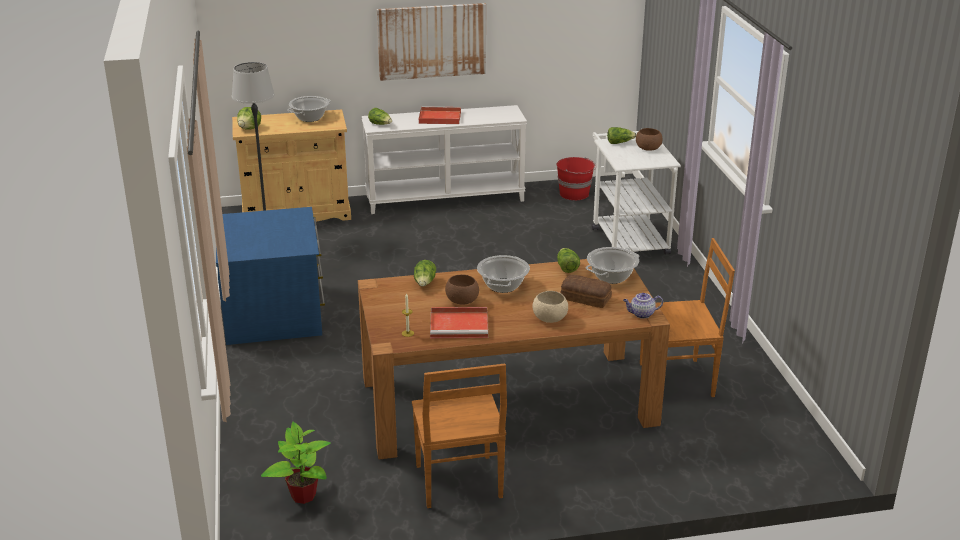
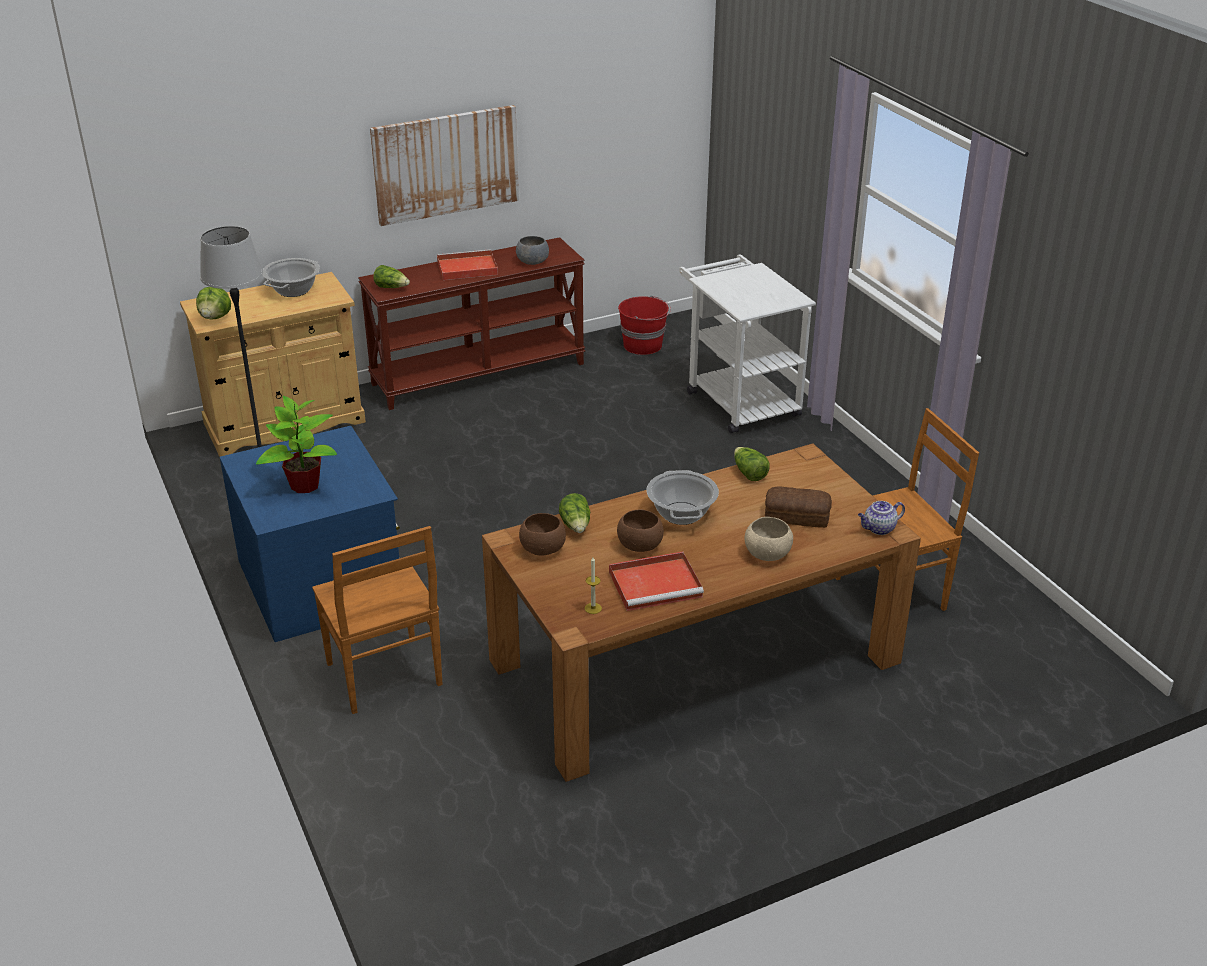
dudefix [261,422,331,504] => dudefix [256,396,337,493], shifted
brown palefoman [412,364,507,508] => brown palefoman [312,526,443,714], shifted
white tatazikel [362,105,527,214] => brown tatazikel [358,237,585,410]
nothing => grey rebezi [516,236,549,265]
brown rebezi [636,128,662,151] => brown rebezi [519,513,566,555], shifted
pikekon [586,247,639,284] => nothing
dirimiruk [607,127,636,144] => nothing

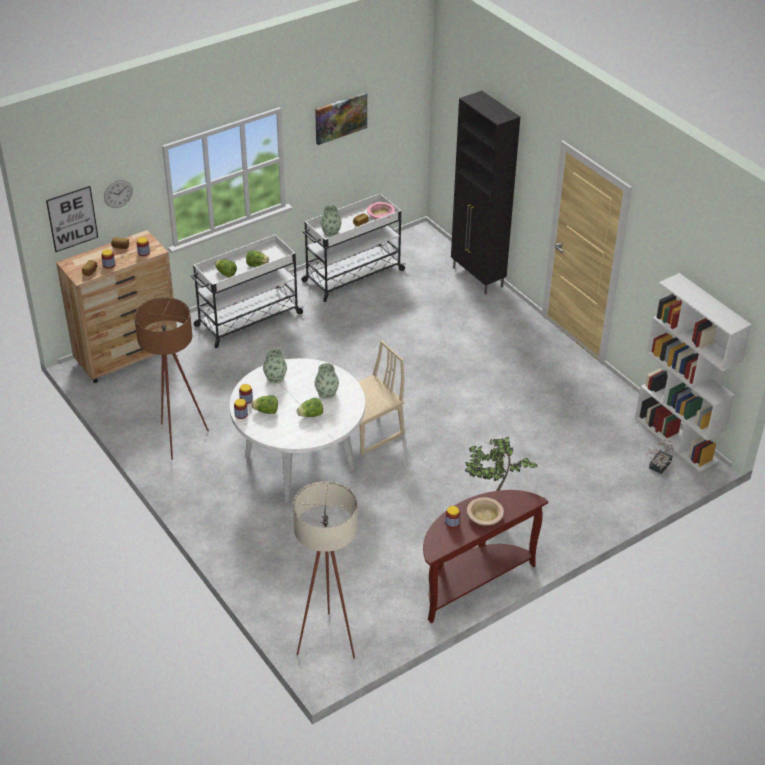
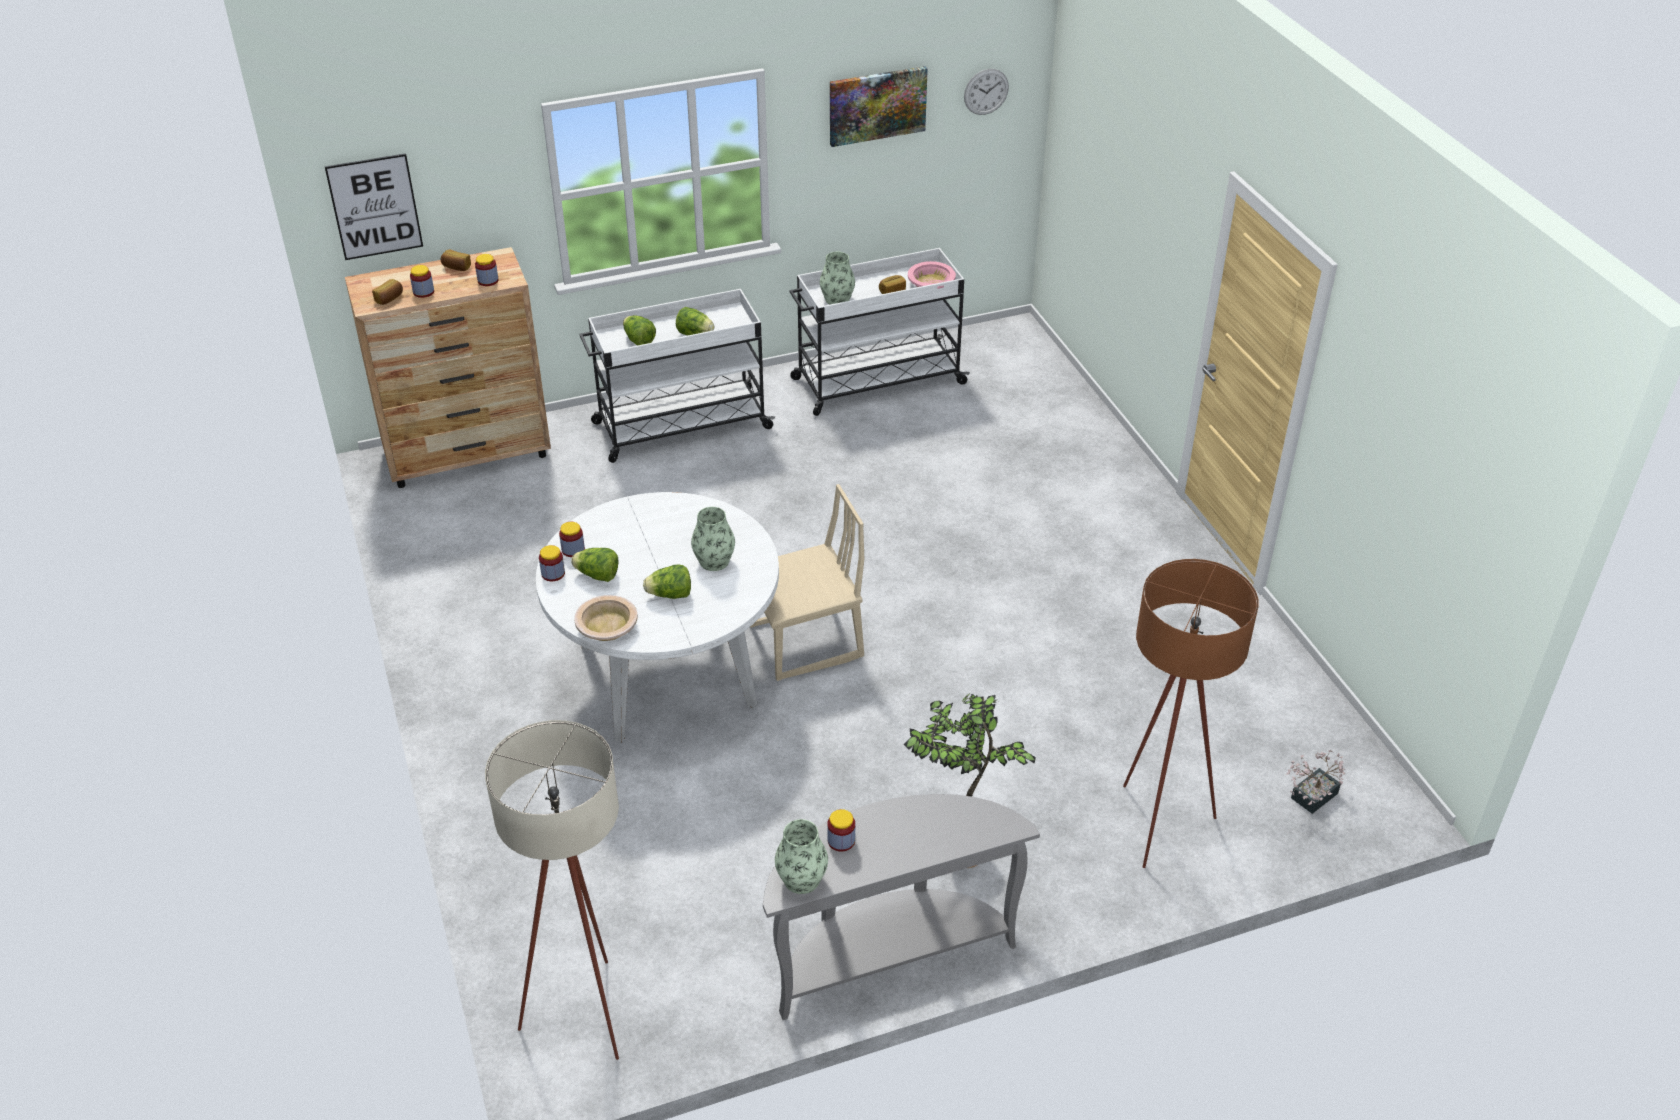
beige rebezi [467,497,504,525] => beige rebezi [574,595,638,641], shifted
brown tatazikel [423,490,548,623] => grey tatazikel [763,794,1040,1020]
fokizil [263,348,287,383] => fokizil [775,819,828,894], shifted
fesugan [104,180,133,208] => fesugan [964,69,1009,115], shifted
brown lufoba [134,297,209,460] => brown lufoba [1123,559,1259,868], shifted
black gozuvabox [451,91,520,295] => nothing
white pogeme [635,273,752,472] => nothing

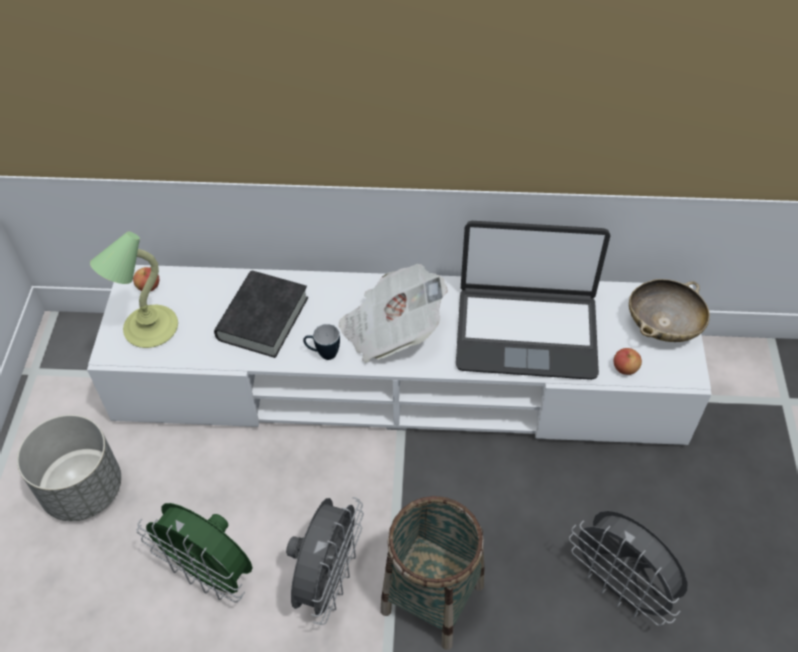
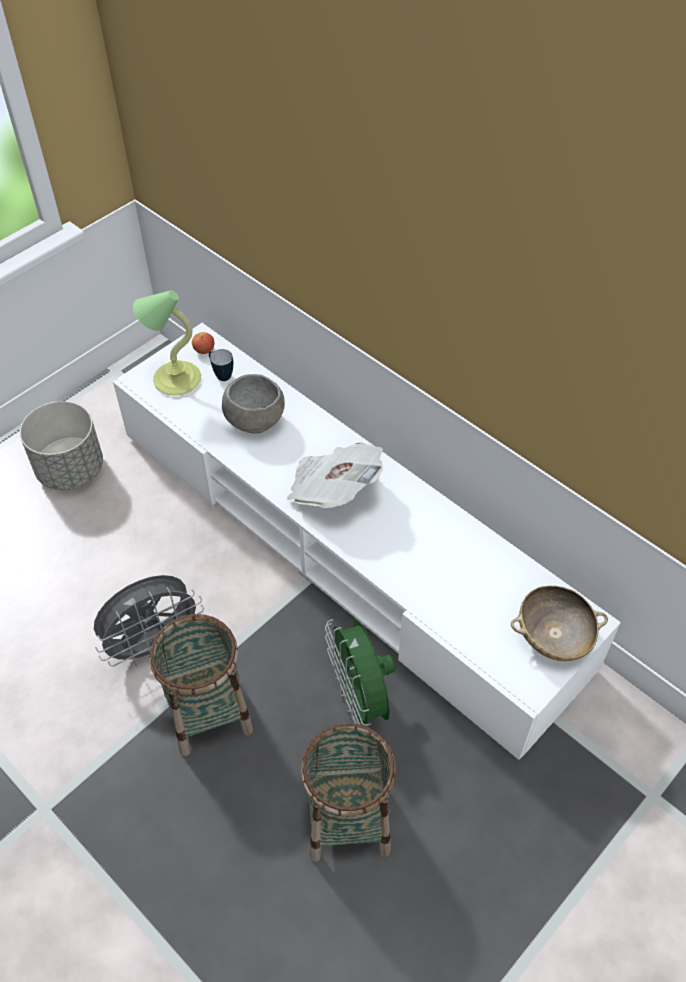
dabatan [303,324,340,360] => dabatan [209,349,233,381], shifted
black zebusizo [214,271,308,358] => grey rebezi [222,374,285,434]
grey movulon [569,510,688,626] => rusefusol [301,723,396,862]
green movulon [137,503,253,603] => green movulon [325,619,396,726], shifted
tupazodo [456,221,610,380] => nothing
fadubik [614,348,642,375] => nothing

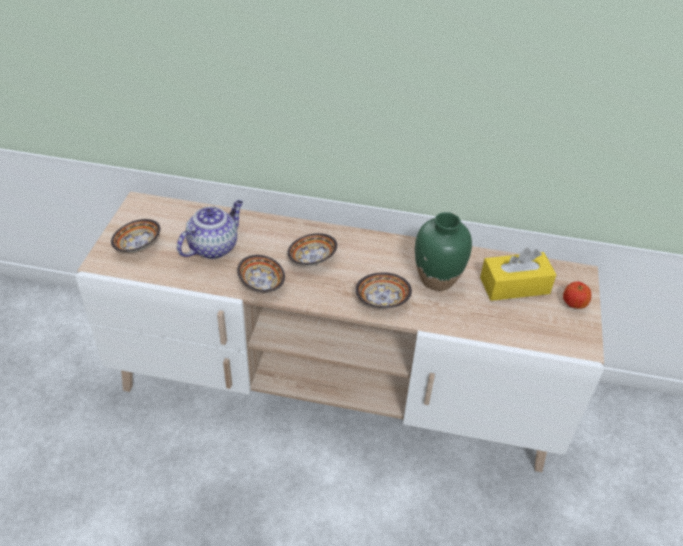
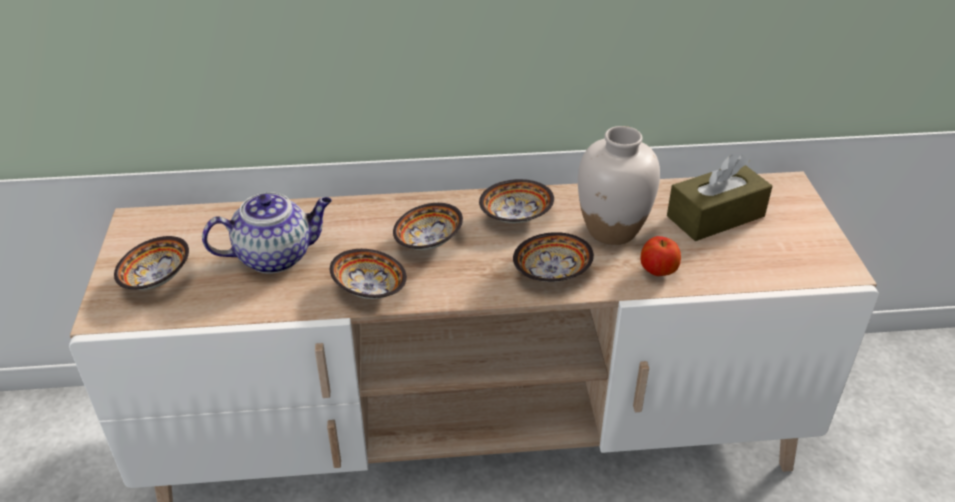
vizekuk [177,200,243,259] => vizekuk [202,192,332,274], 45 degrees clockwise
nothing => rebezi [479,179,554,223]
green fokizil [415,212,472,291] => white fokizil [578,126,660,245]
fadubik [563,281,591,309] => fadubik [640,236,681,276], shifted
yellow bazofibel [480,248,556,301] => brown bazofibel [667,155,772,241]

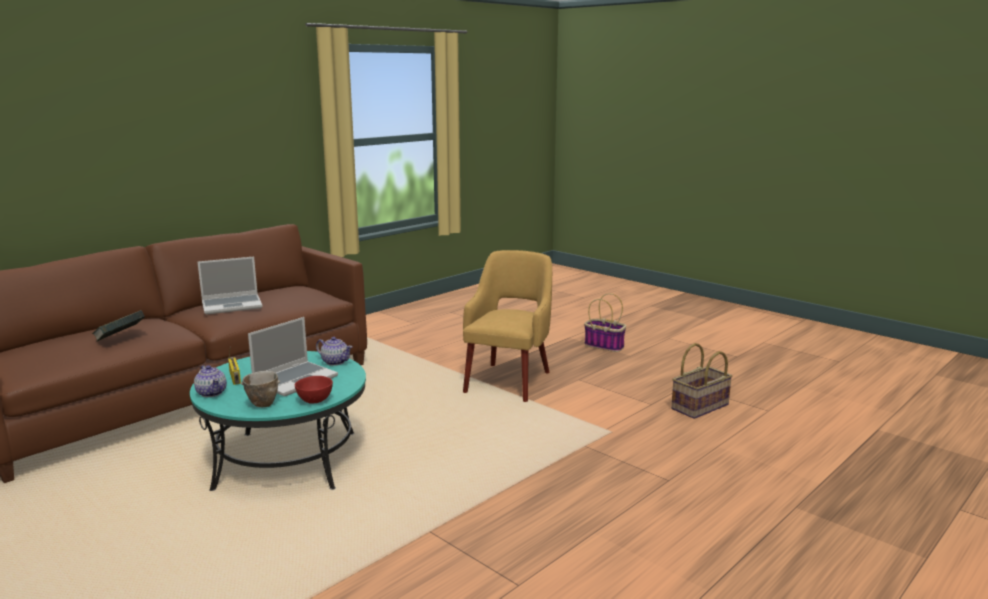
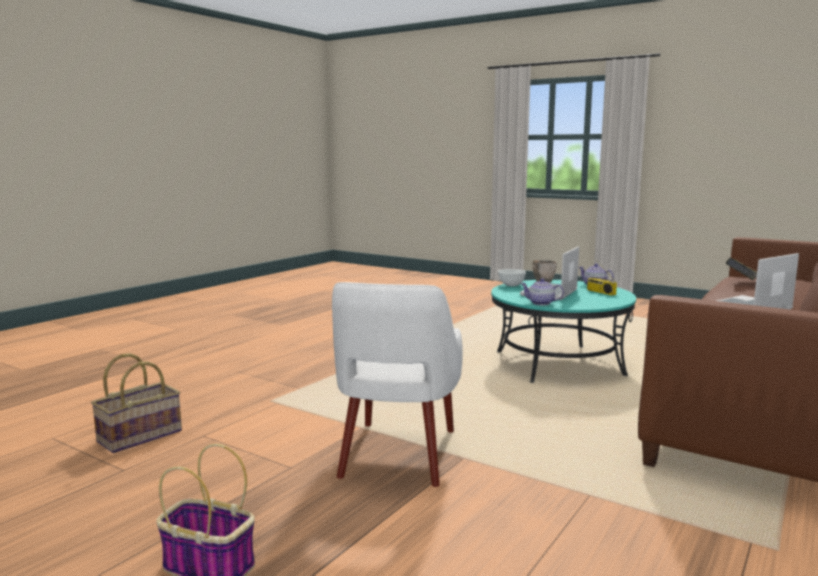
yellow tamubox [463,250,552,402] => white tamubox [332,282,463,487]
red rebezi [295,376,333,404] => white rebezi [498,269,526,286]

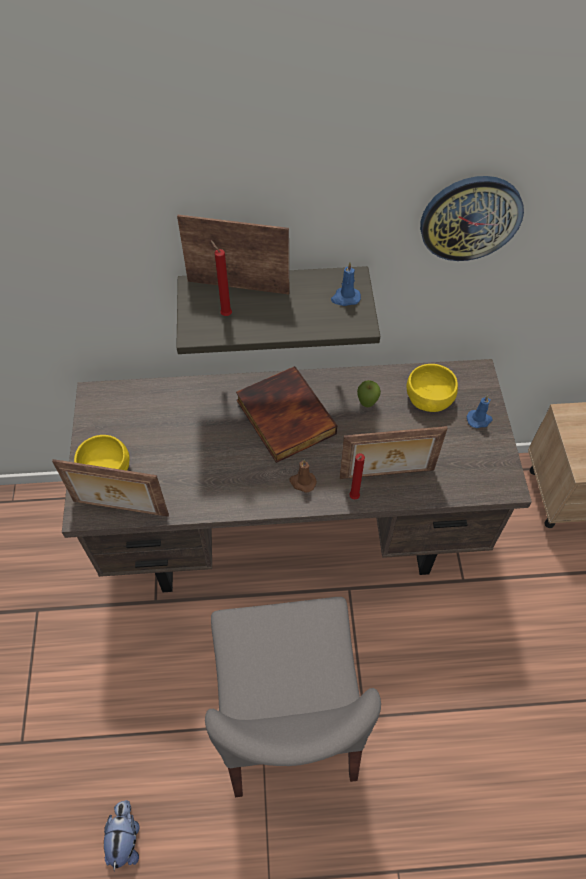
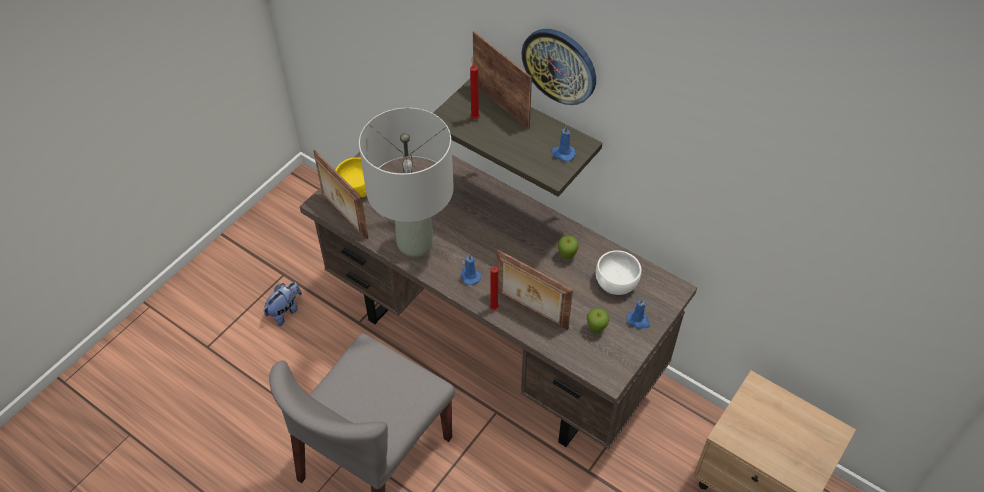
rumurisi [104,800,139,871] => rumurisi [263,282,302,326], shifted
nothing => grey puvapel [359,108,454,257]
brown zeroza [289,459,317,493] => blue zeroza [460,254,481,285]
fesugan [420,176,524,261] => fesugan [521,29,596,105], shifted
nothing => fadubik [587,308,609,333]
yellow rebezi [407,364,458,412] => white rebezi [596,250,642,295]
zebusizo [236,366,337,463] => nothing

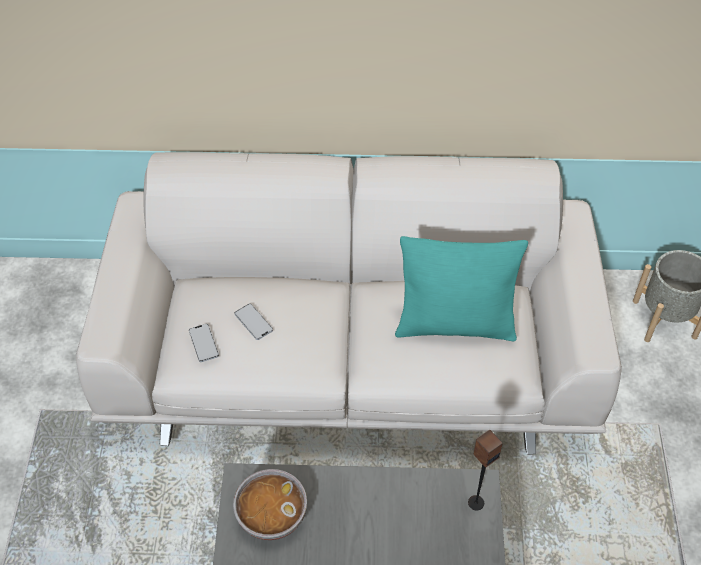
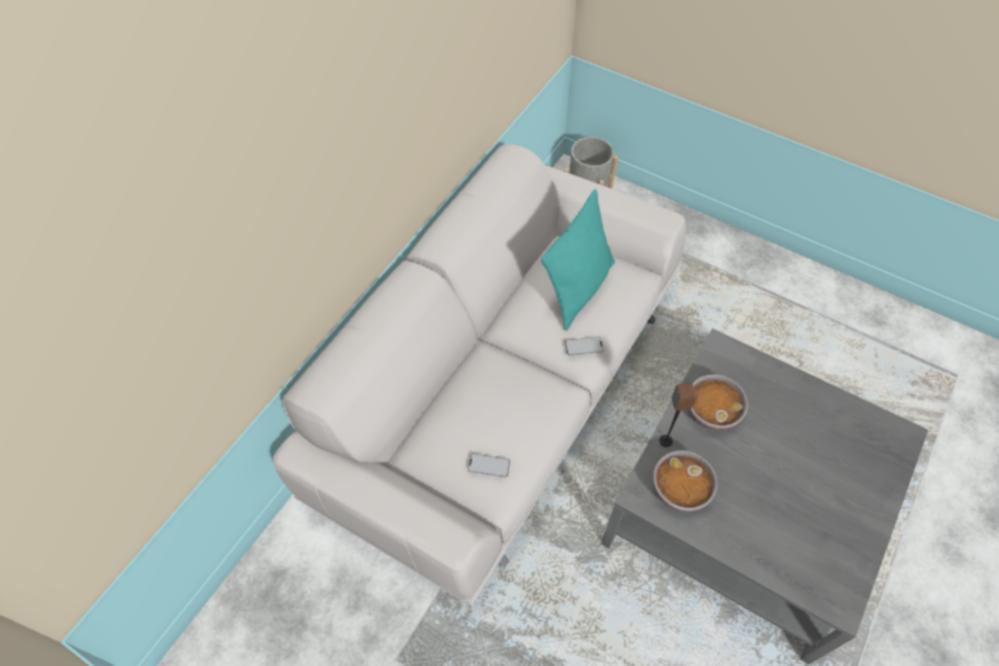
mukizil [235,304,273,340] => mukizil [565,336,604,356], shifted
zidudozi [468,429,503,510] => zidudozi [659,383,696,447], shifted
nothing => rebezi [689,374,748,430]

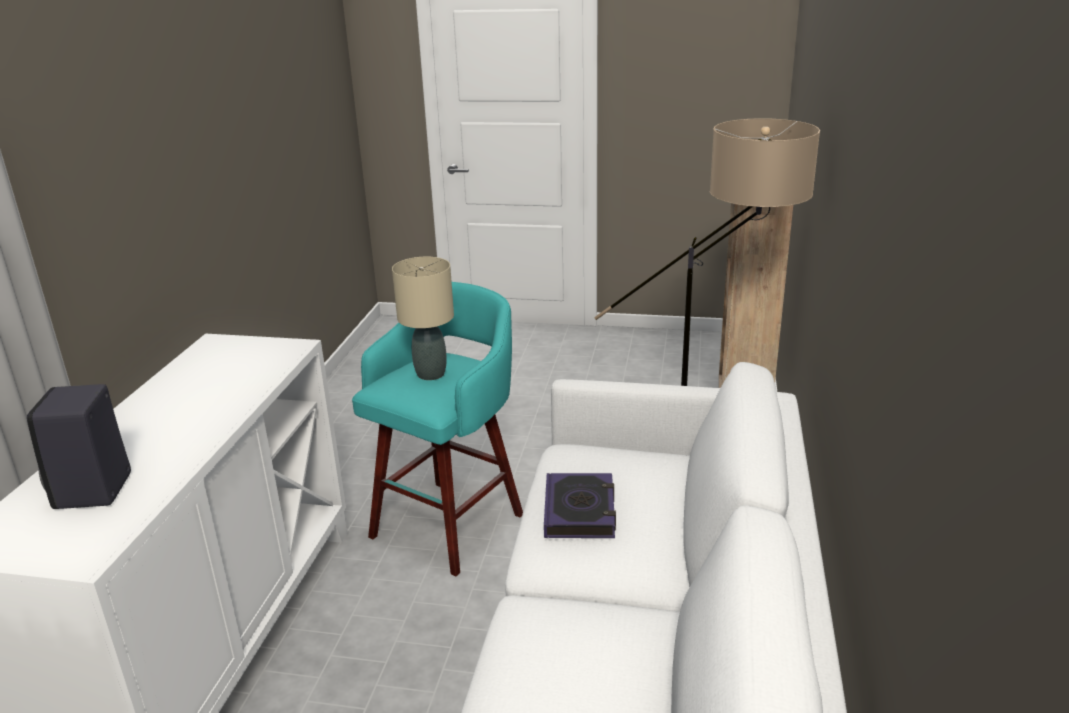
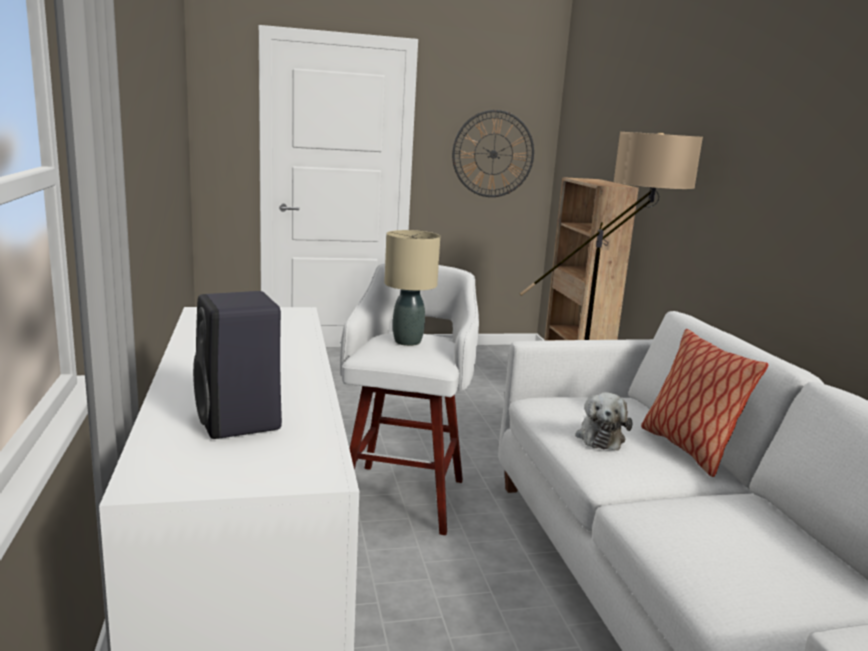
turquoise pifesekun [352,282,523,576] => white pifesekun [340,264,479,535]
nothing => fesugan [452,110,534,197]
zebusizo [544,473,616,538] => rumurisi [575,392,632,451]
nothing => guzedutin [641,329,768,477]

